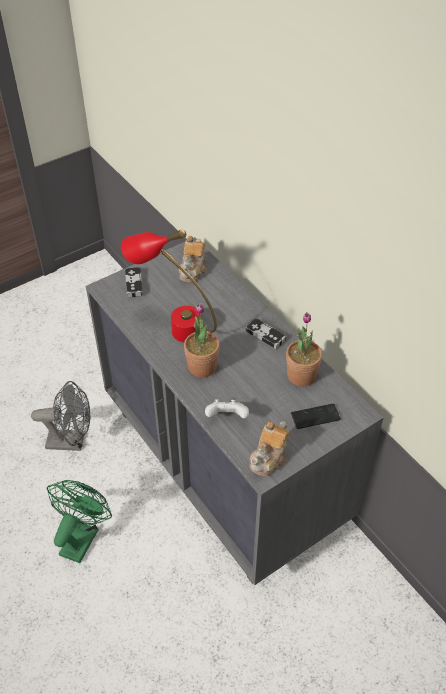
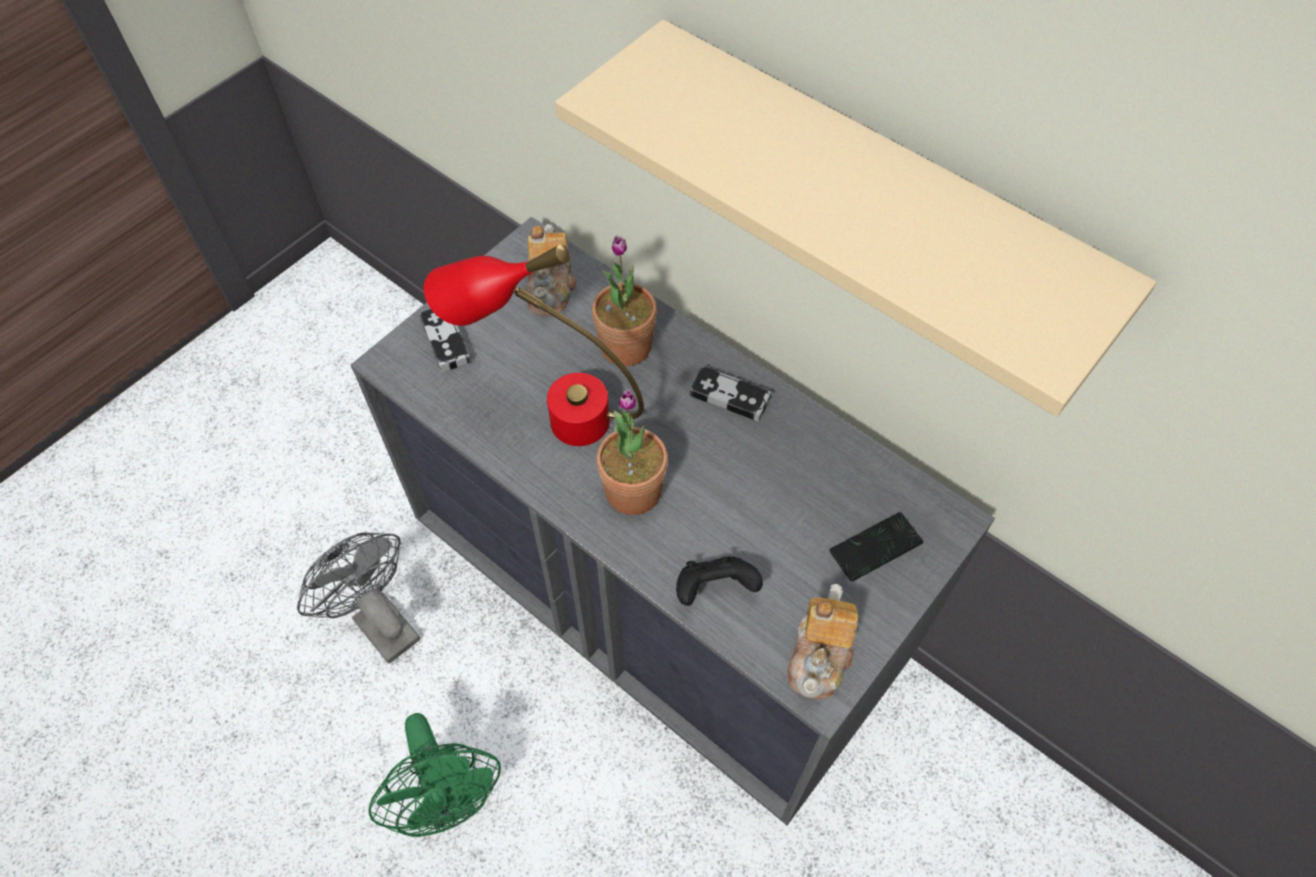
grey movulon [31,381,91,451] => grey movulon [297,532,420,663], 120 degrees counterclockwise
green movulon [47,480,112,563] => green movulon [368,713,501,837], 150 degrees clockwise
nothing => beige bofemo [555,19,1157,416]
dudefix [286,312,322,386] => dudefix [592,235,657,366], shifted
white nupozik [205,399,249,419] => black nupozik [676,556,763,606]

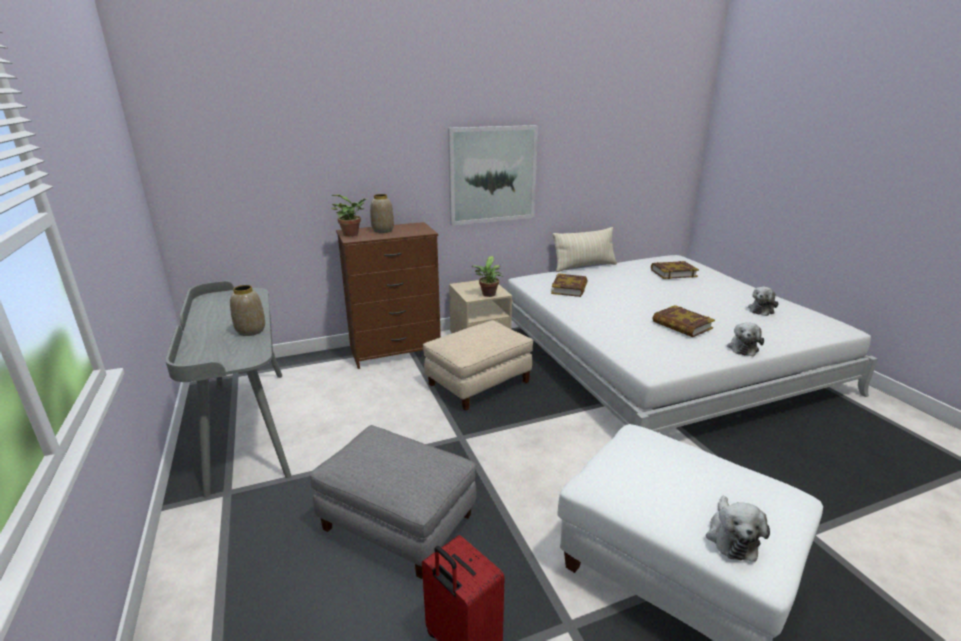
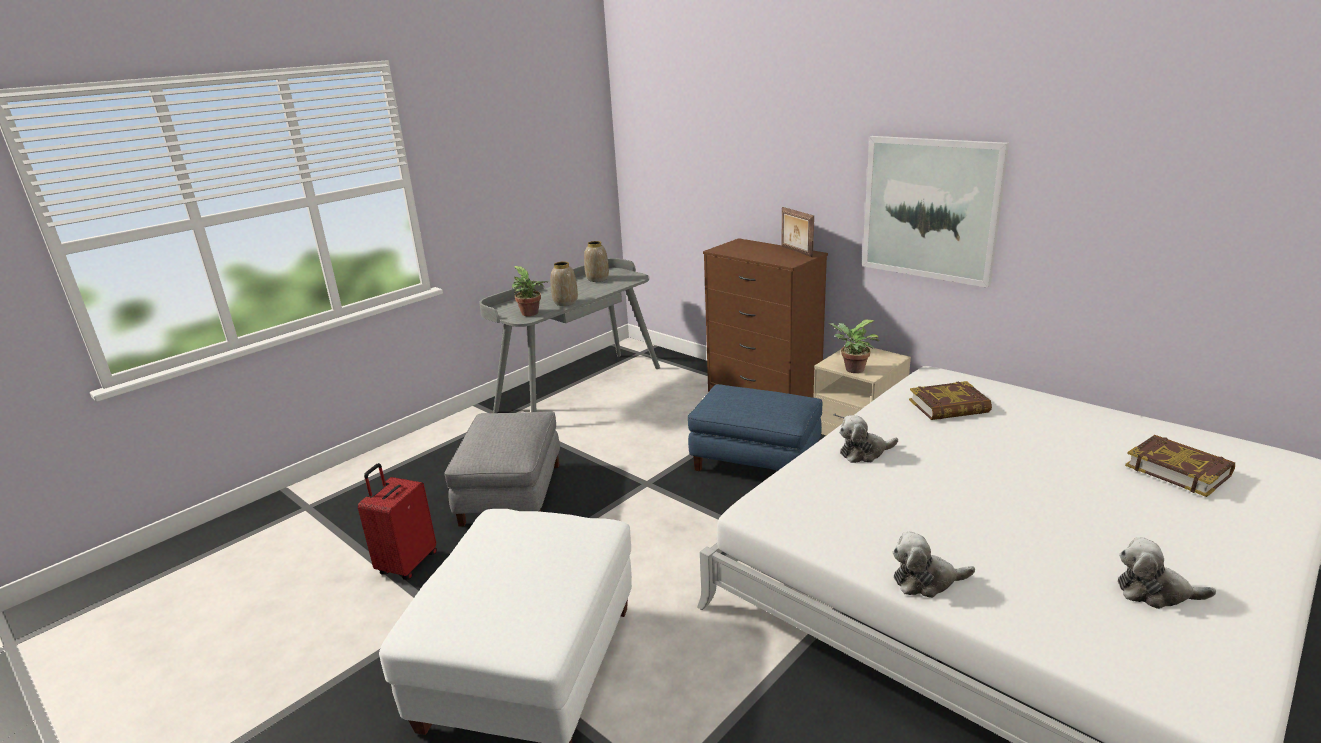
dudefix [331,194,368,237] => dudefix [512,266,548,316], shifted
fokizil [370,194,394,233] => fokizil [584,241,609,282], shifted
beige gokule [423,320,533,411] => blue gokule [688,384,822,471]
nothing => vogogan [781,207,814,257]
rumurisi [706,496,770,562] => rumurisi [839,415,898,463], shifted
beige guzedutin [553,227,617,272] => nothing
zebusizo [653,305,715,337] => nothing

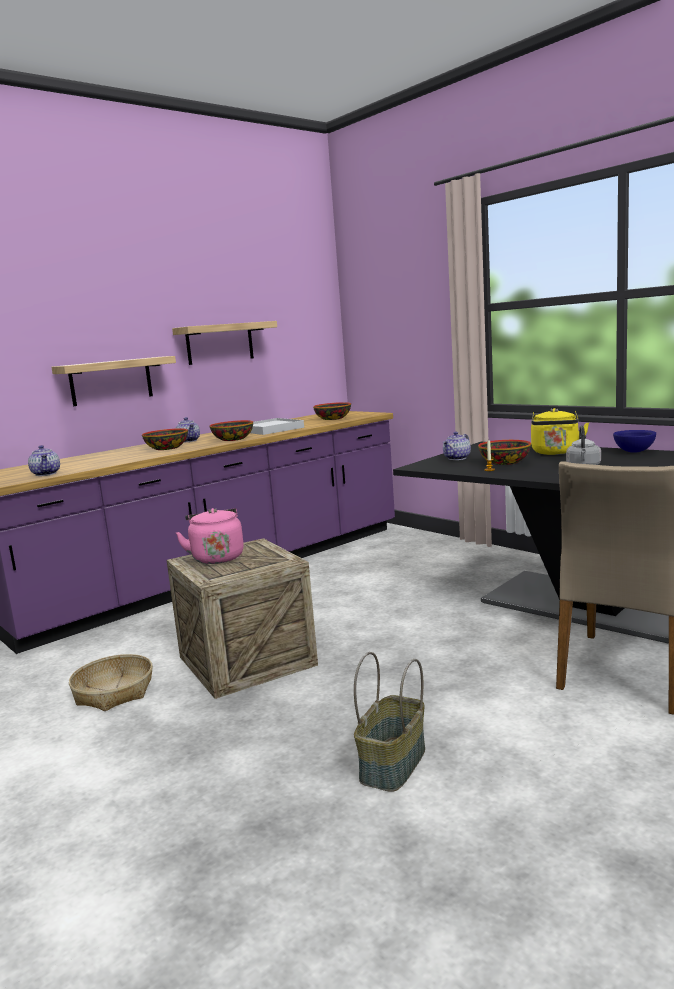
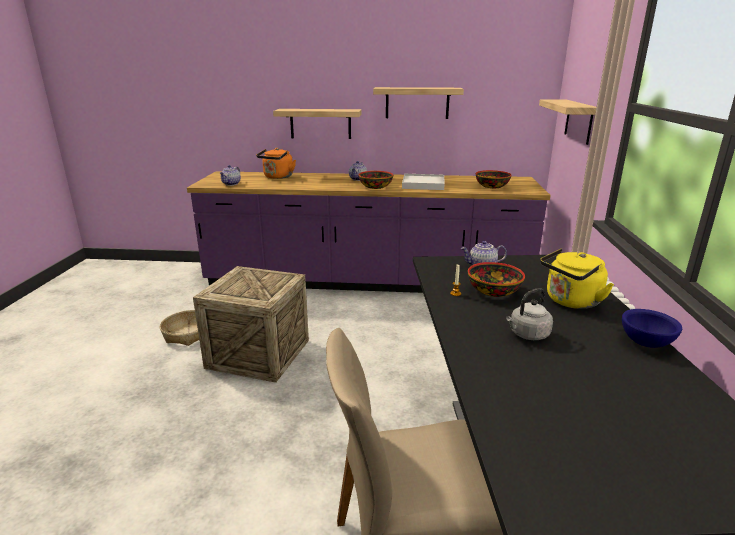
nothing => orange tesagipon [256,148,296,179]
nothing => bofemo [539,99,596,145]
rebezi [142,428,188,450] => nothing
pink tesagipon [176,508,244,564] => nothing
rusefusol [354,652,425,792] => nothing

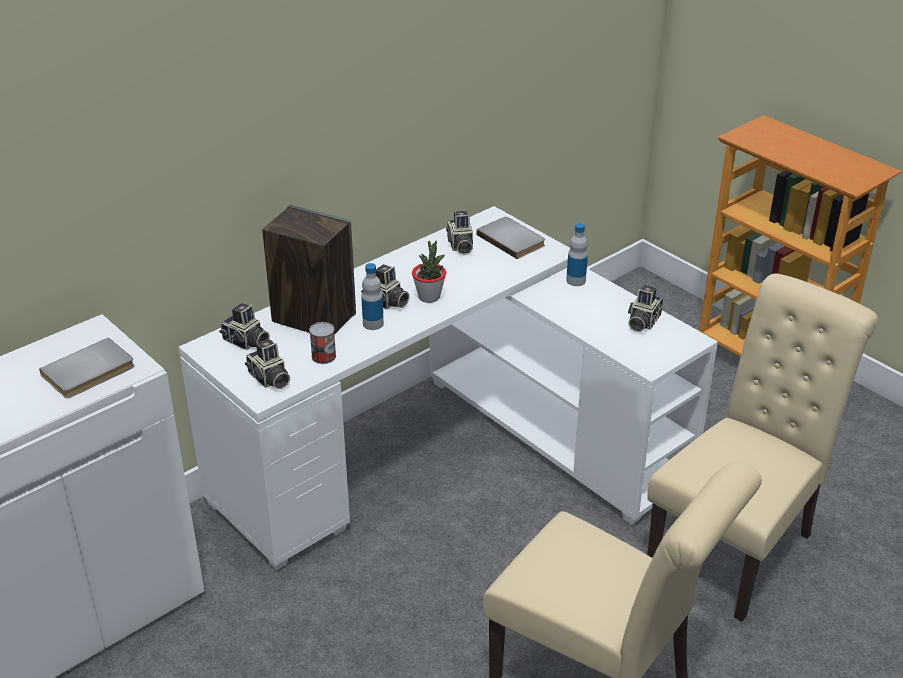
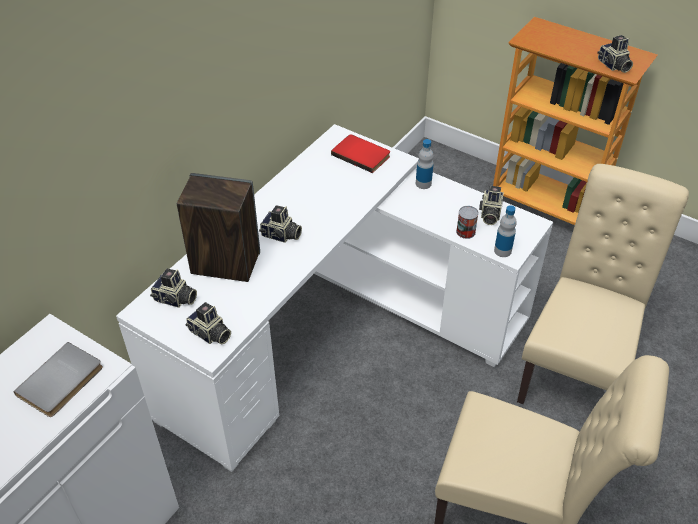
grey zebusizo [476,217,545,259] => red zebusizo [331,134,390,173]
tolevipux [309,322,336,364] => tolevipux [456,206,479,239], shifted
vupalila [361,263,384,330] => vupalila [494,205,517,257], shifted
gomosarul [446,211,473,255] => gomosarul [597,35,633,73], shifted
dudefix [412,241,446,303] => nothing

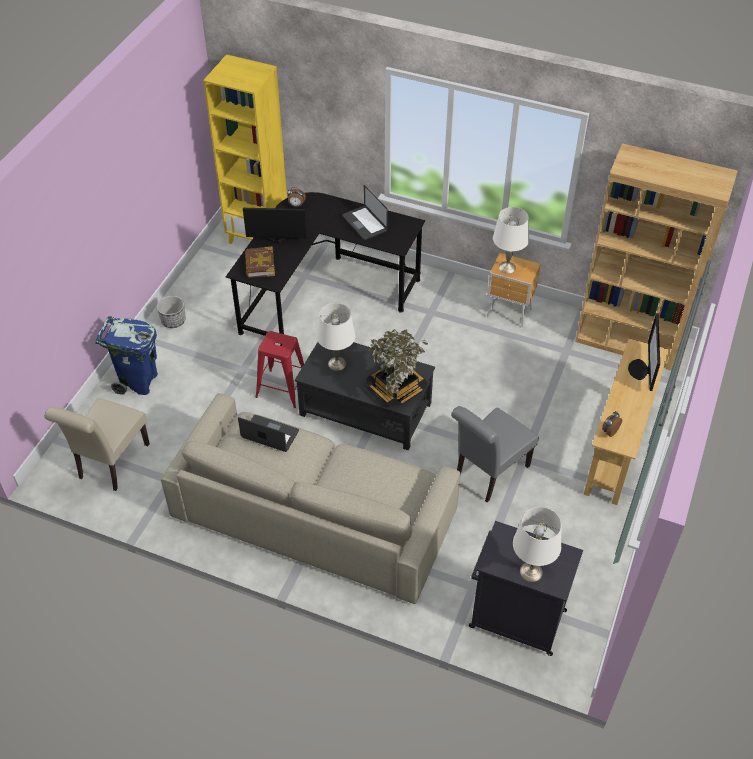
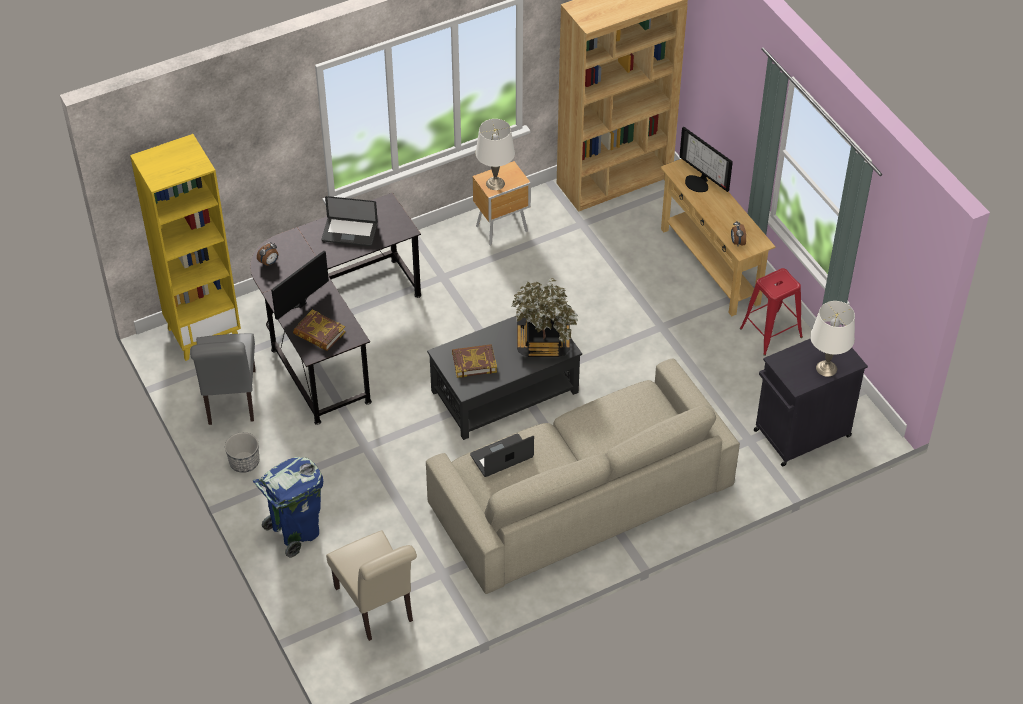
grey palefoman [451,406,539,503] => grey palefoman [190,333,255,425], shifted
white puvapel [317,303,355,371] => zebusizo [452,344,497,378]
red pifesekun [255,331,304,408] => red pifesekun [740,268,803,356], shifted

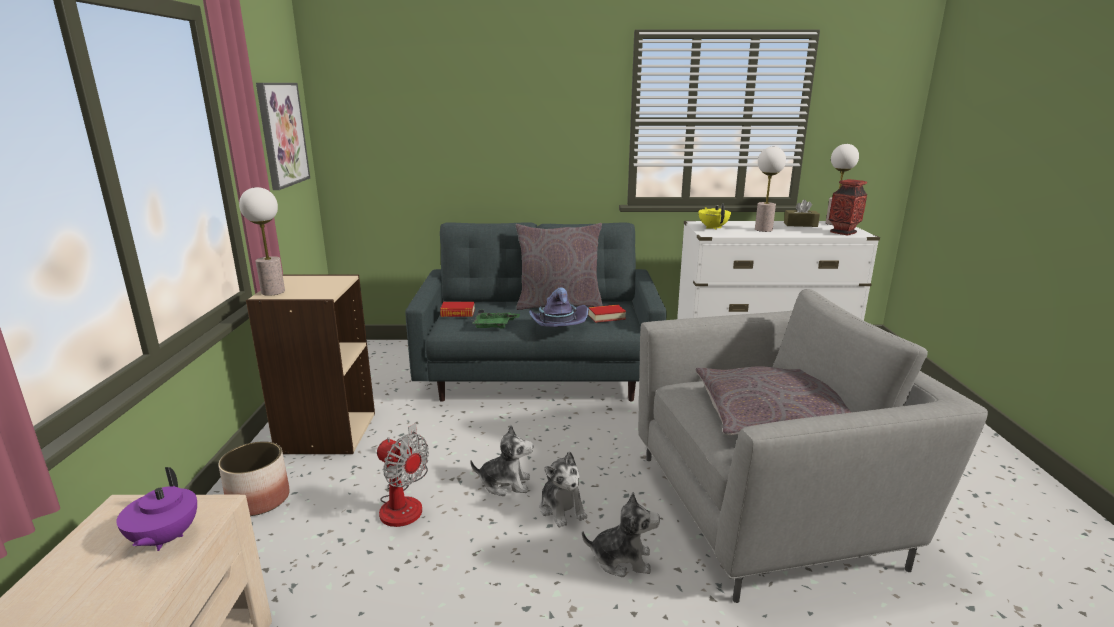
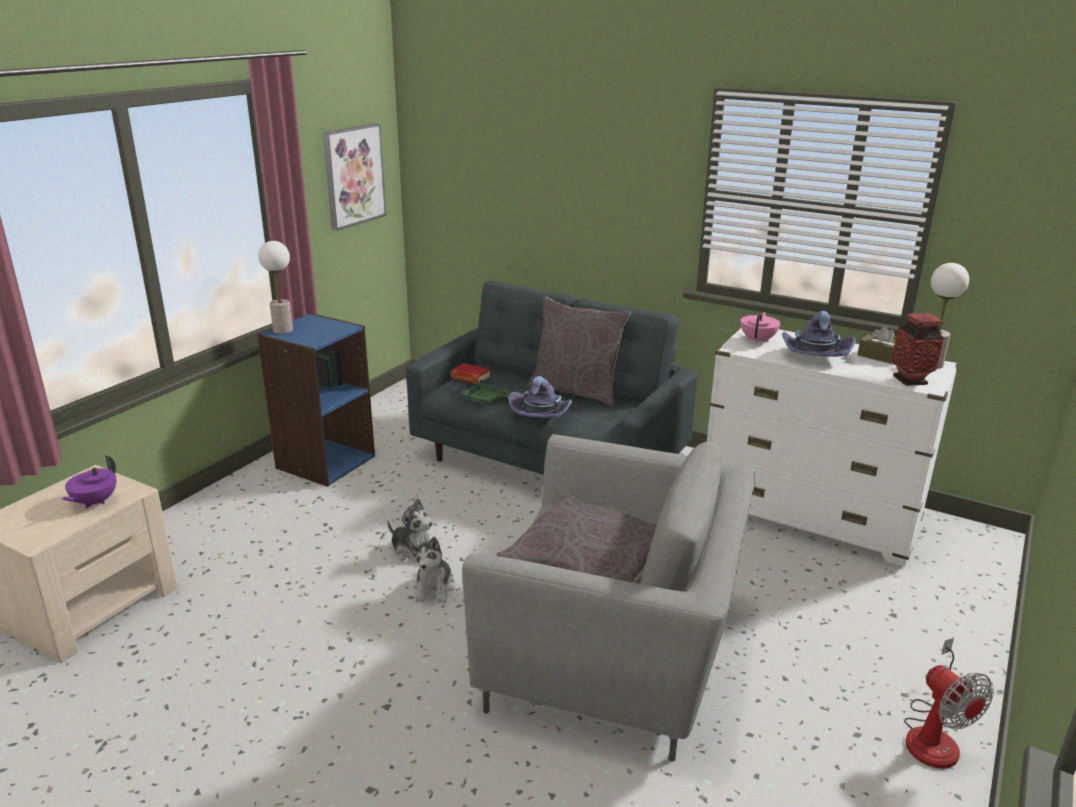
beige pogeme [246,275,375,454] => blue pogeme [257,313,375,487]
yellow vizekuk [699,203,731,230] => pink vizekuk [740,312,780,344]
puvapel [755,147,786,232] => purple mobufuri [782,311,856,357]
movulon [377,423,429,527] => movulon [904,637,994,769], shifted
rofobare [218,441,290,516] => nothing
rumurisi [582,492,660,577] => nothing
zebusizo [588,305,626,323] => nothing

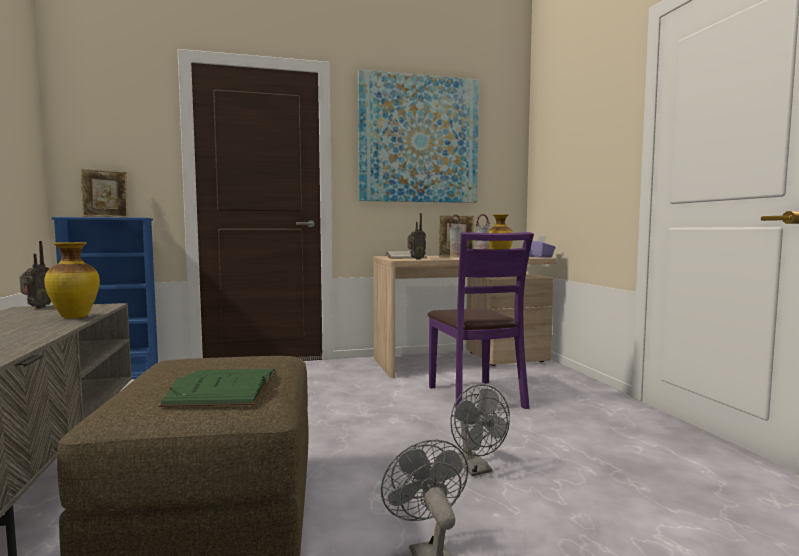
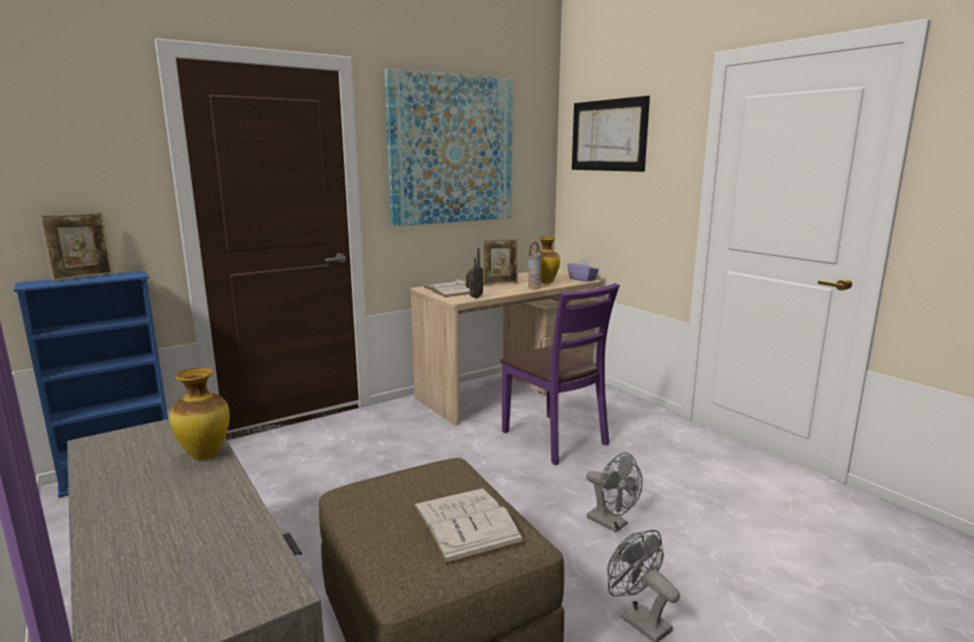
green zebusizo [159,369,276,407] => white zebusizo [413,488,525,564]
nothing => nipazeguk [572,96,650,172]
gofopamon [19,241,52,308] => nothing
fokizil [449,214,462,257] => nothing

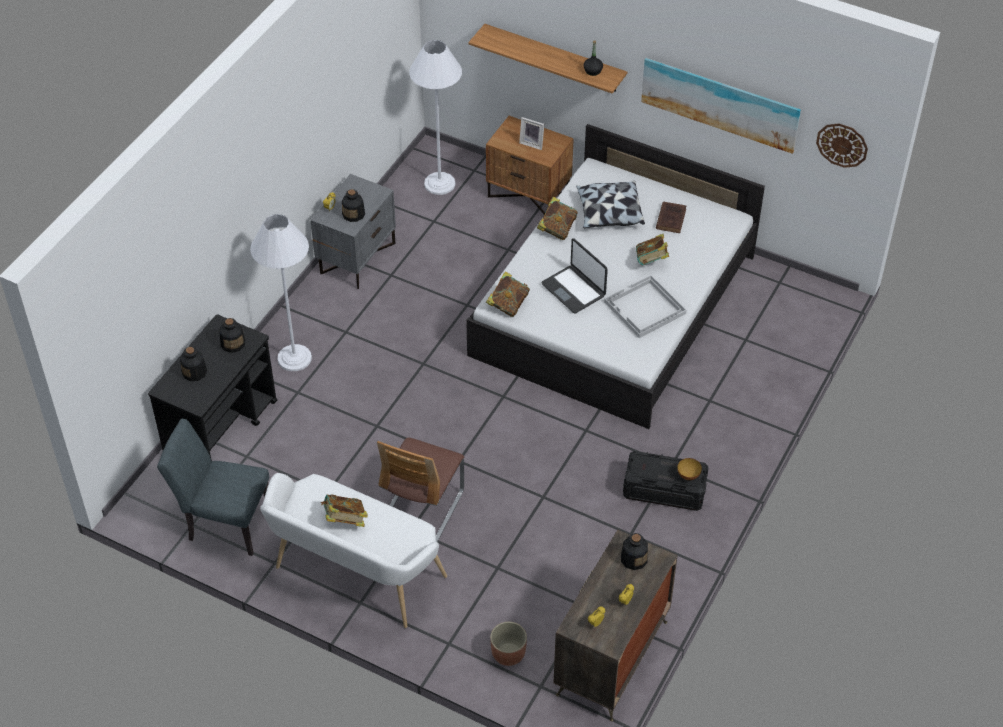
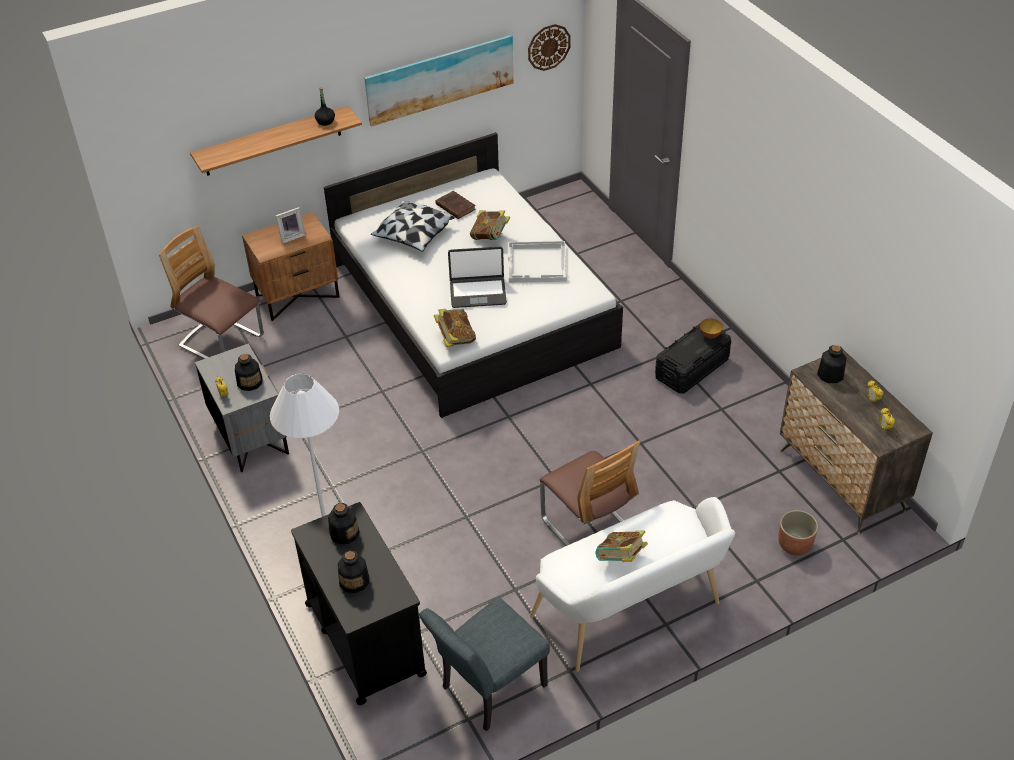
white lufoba [409,40,462,195] => palefoman [159,226,264,359]
zebusizo [537,197,578,240] => nothing

